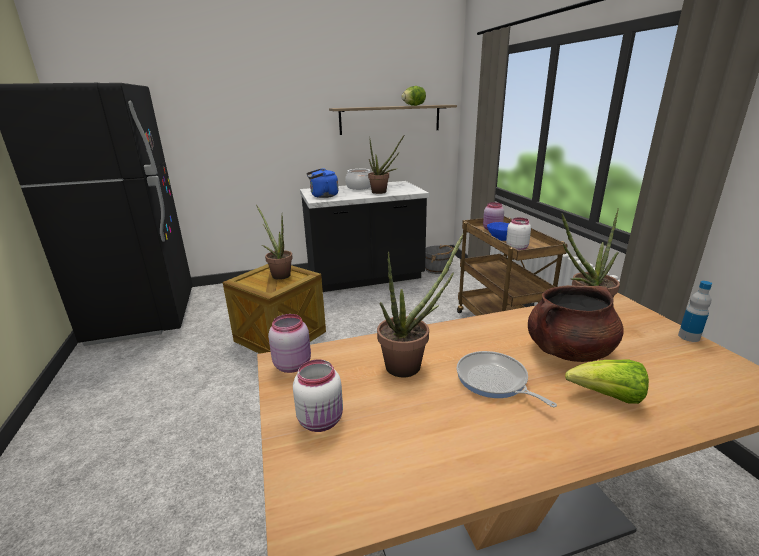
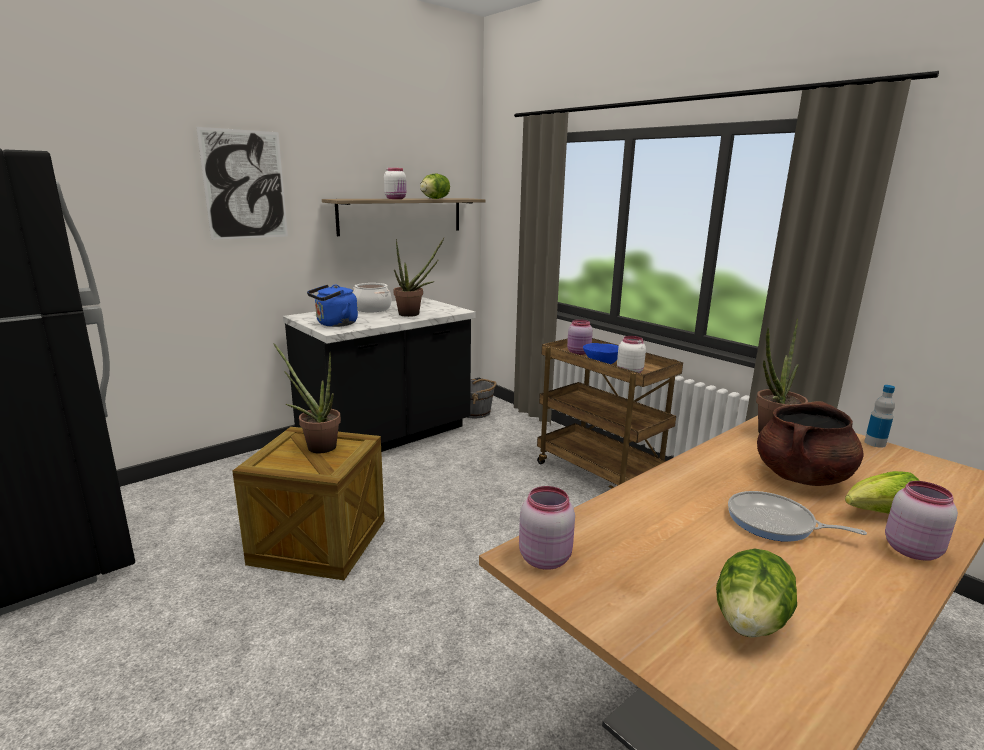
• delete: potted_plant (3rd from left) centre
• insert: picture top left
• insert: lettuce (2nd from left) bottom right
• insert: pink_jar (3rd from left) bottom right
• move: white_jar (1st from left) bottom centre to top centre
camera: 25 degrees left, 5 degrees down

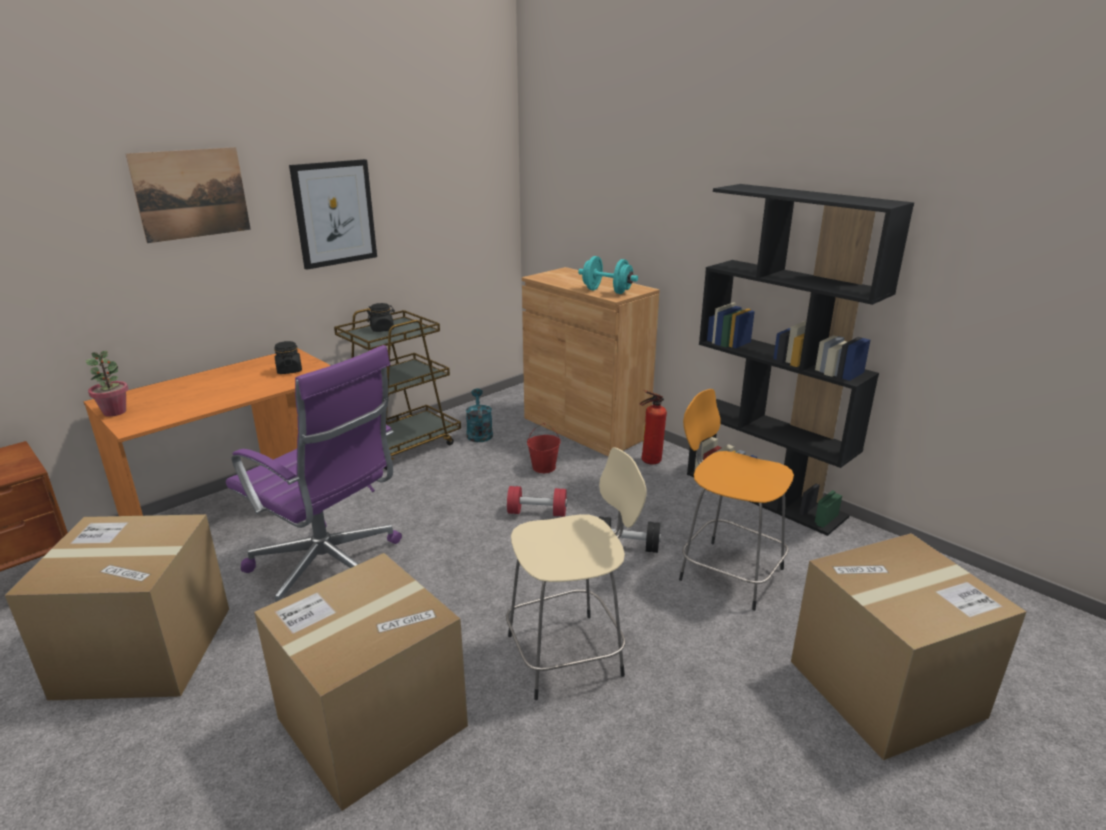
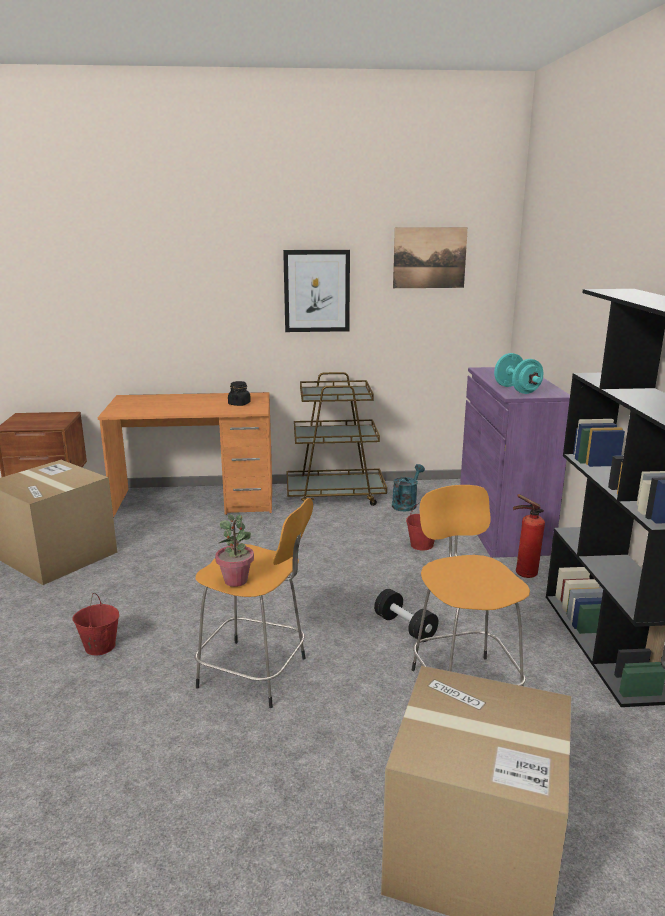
• delete: purple_office_chair middle left
• delete: black_jar (2nd from left) centre
• delete: red_dumbbell centre
• move: potted_plant middle left to centre
• move: picture (1st from left in the first image) top left to picture (2nd from left) top centre
• replace: cardboard_box (2nd from left) bottom left to red_bucket (1st from left) bottom left
• recolor: beige_stool bottom centre to orange_stool (1st from left) centre
• recolor: brown_cabinet centre to purple_cabinet middle right
camera: 40 degrees right, 5 degrees down

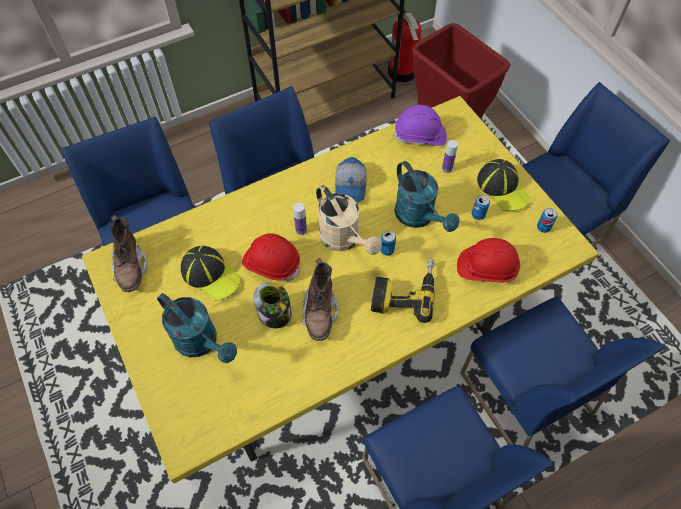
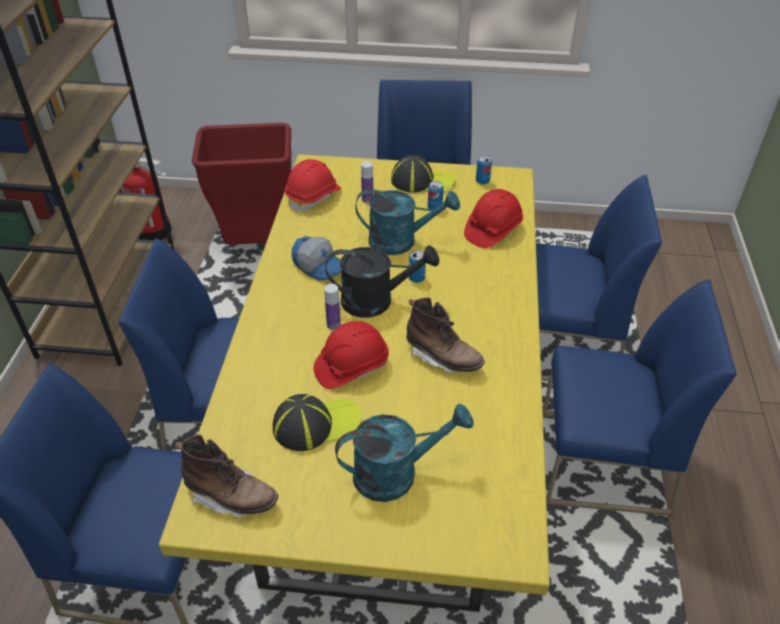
• delete: jar centre
• delete: power_drill centre
• recolor: beige_watering_can centre to black_watering_can centre
• recolor: purple_hard_hat top centre to red_hard_hat (1st from left) top centre
camera: 55 degrees left, 15 degrees down

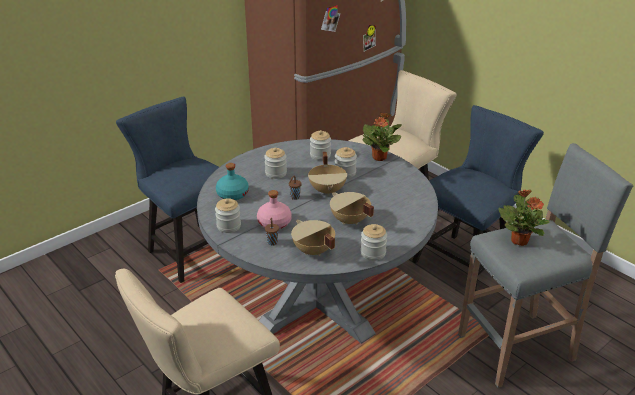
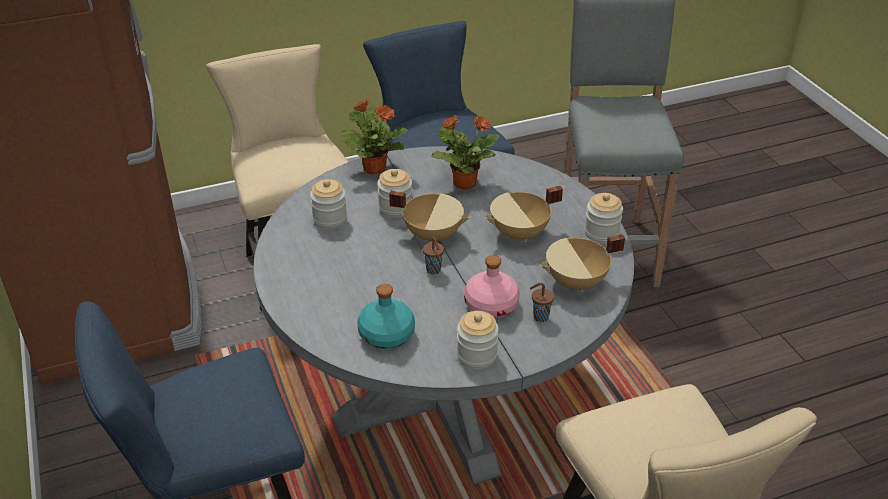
• delete: jar (2nd from left) centre
• move: potted_plant (2nd from left) middle right to top centre
camera: 70 degrees left, 5 degrees up

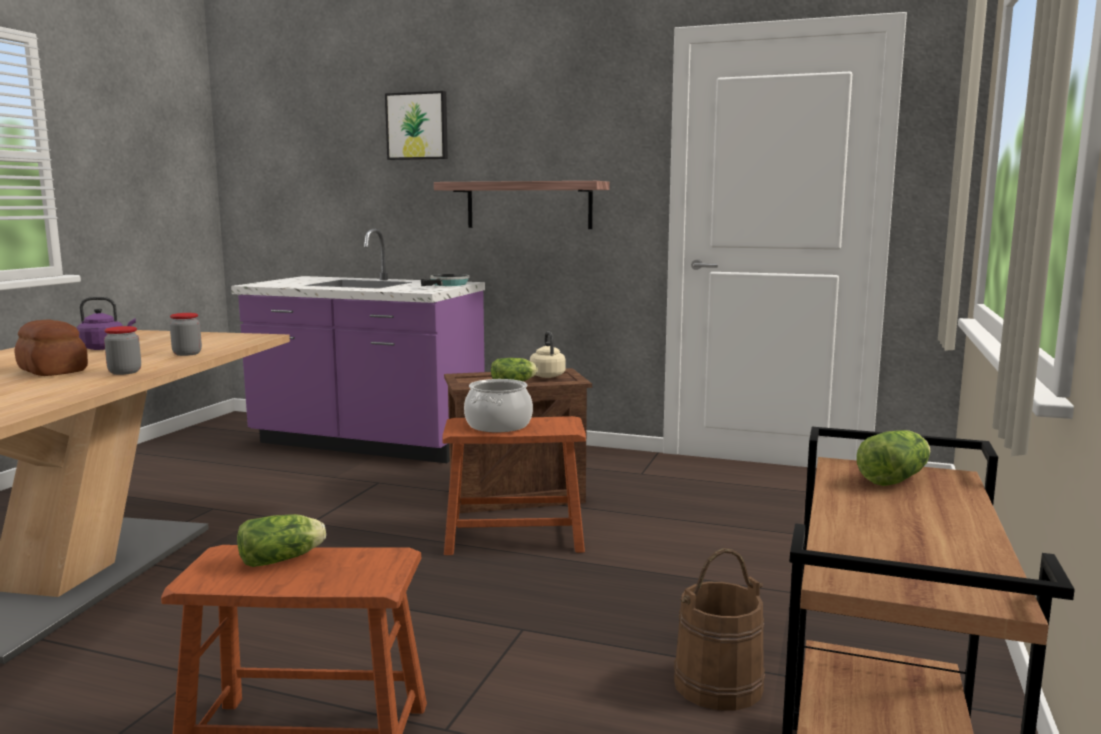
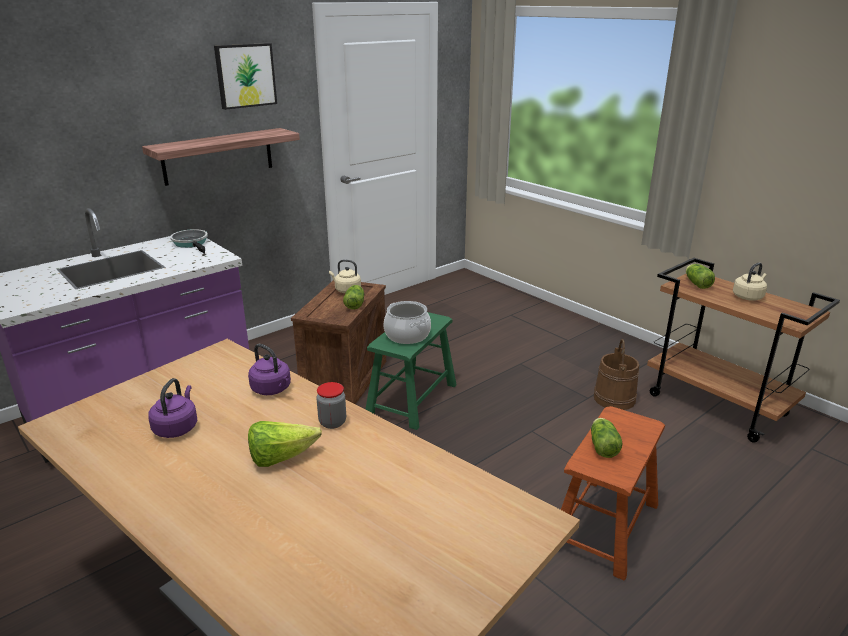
• insert: beige_kettle (2nd from left) middle right
• move: picture top centre to top left
• replace: bread middle left to lettuce (1st from left) bottom centre
• replace: jar (2nd from left) middle left to purple_kettle (2nd from left) middle left
• recolor: brown_stool (2nd from left) centre to green_stool centre
camera: 60 degrees left, 15 degrees up

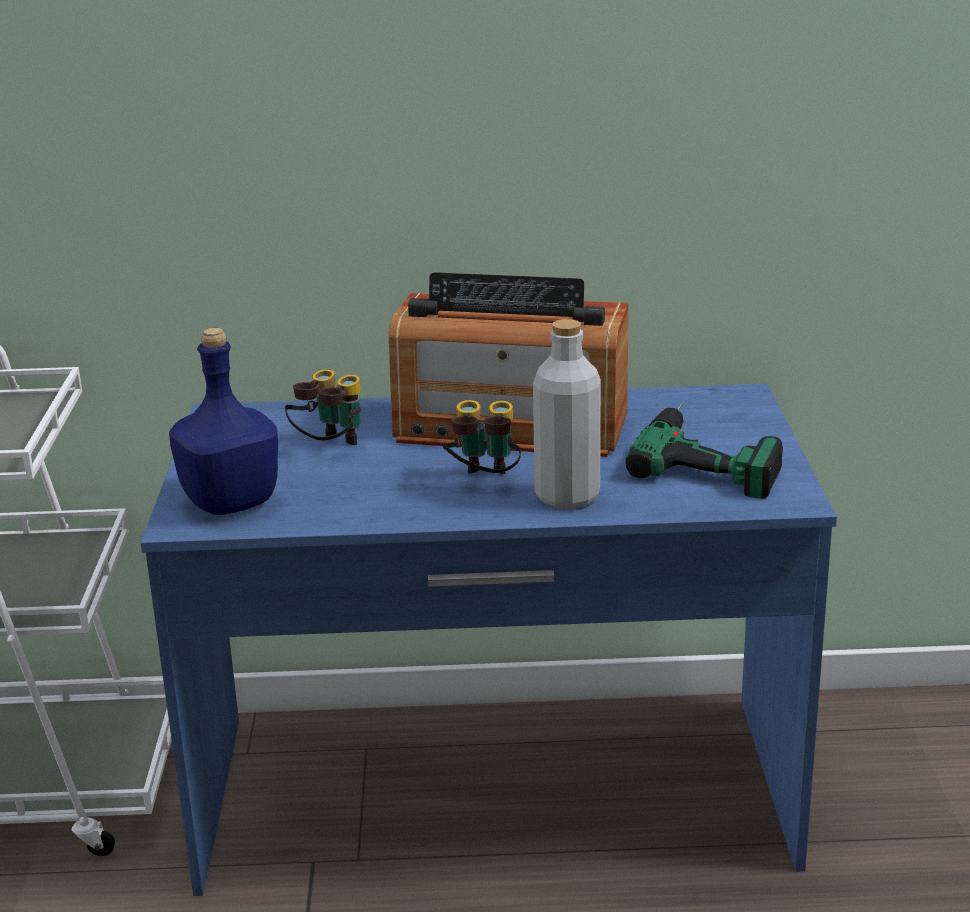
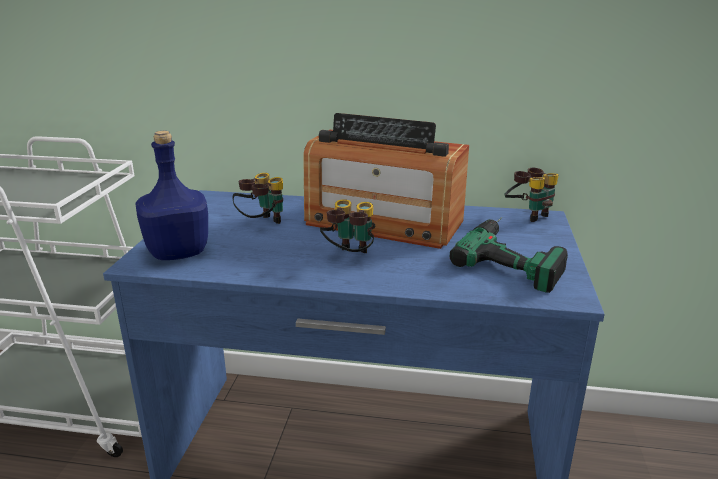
• delete: grey_bottle centre
• insert: binoculars (3rd from left) middle right
camera: 10 degrees right, 0 degrees up

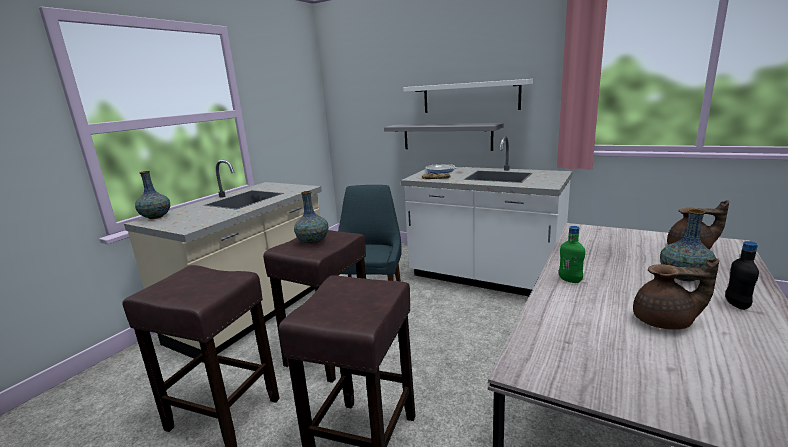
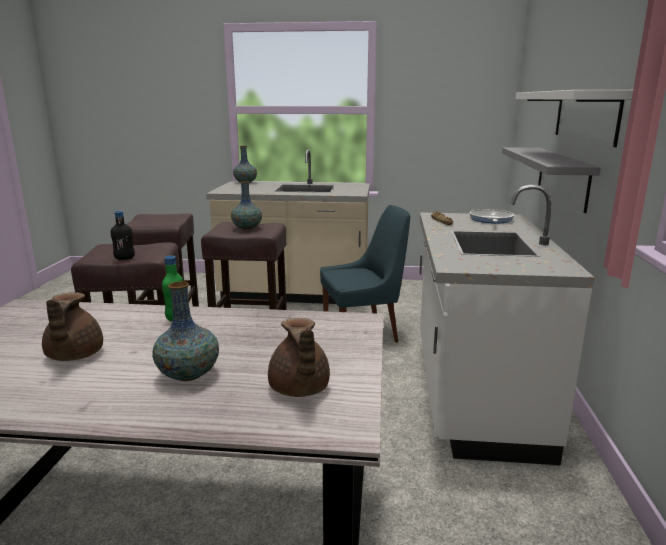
• move: black_bottle middle right to middle left
camera: 65 degrees right, 0 degrees up

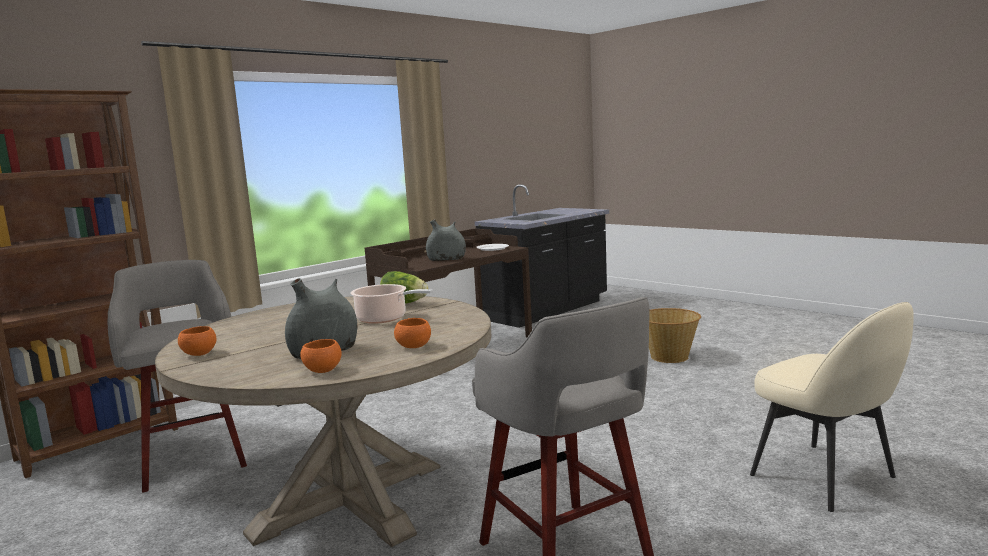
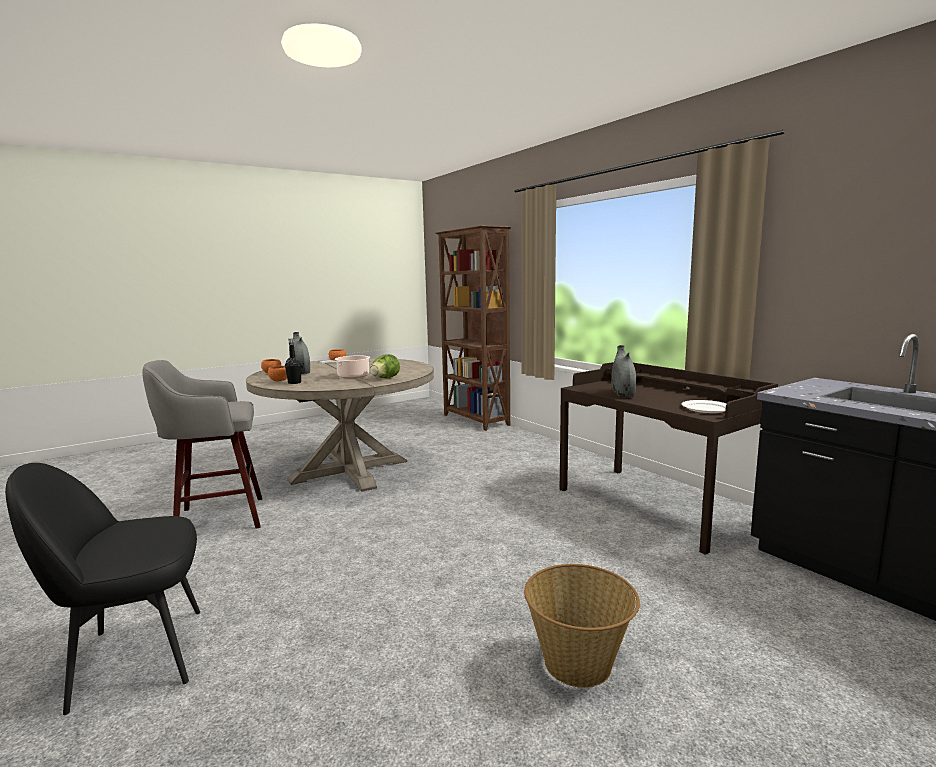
• delete: grey_stool (1st from left) bottom left
• insert: black_bottle middle left
• recolor: beige_chair bottom right to black_chair bottom left
camera: 100 degrees right, 0 degrees up

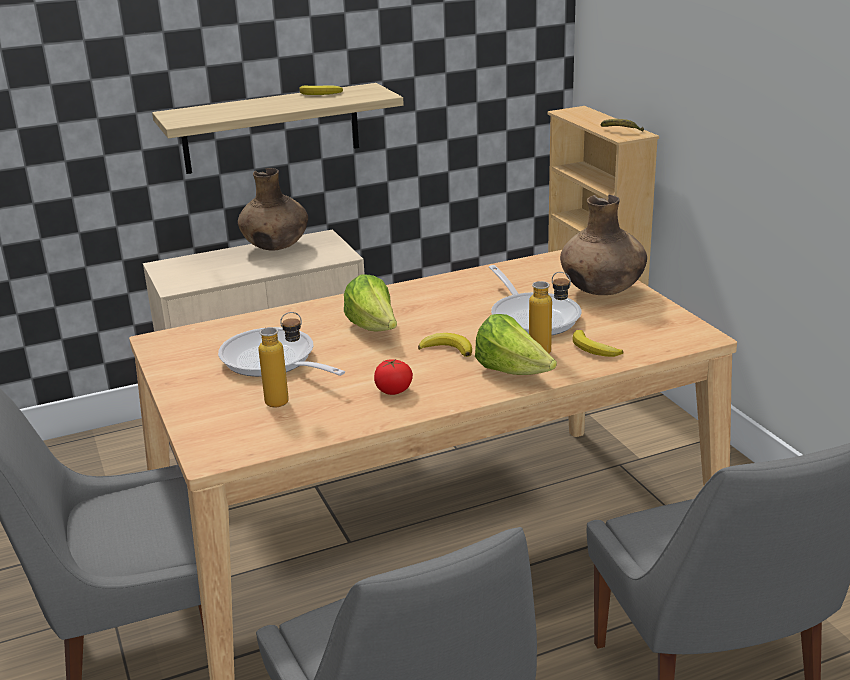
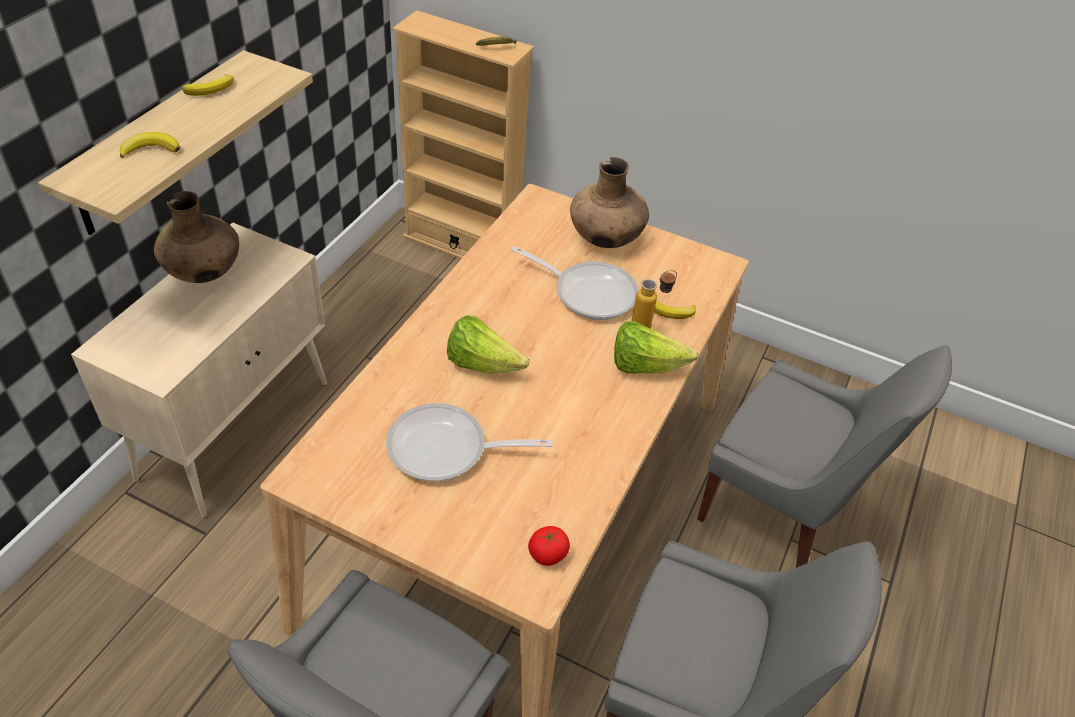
• delete: bottle (1st from left) middle left
• move: tomato centre to bottom centre
• move: banana (2nd from left in the first image) centre to banana (1st from left) top left
camera: 45 degrees left, 20 degrees up

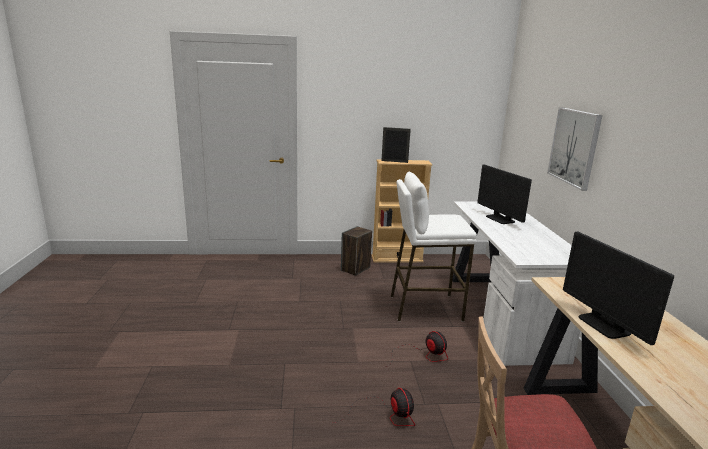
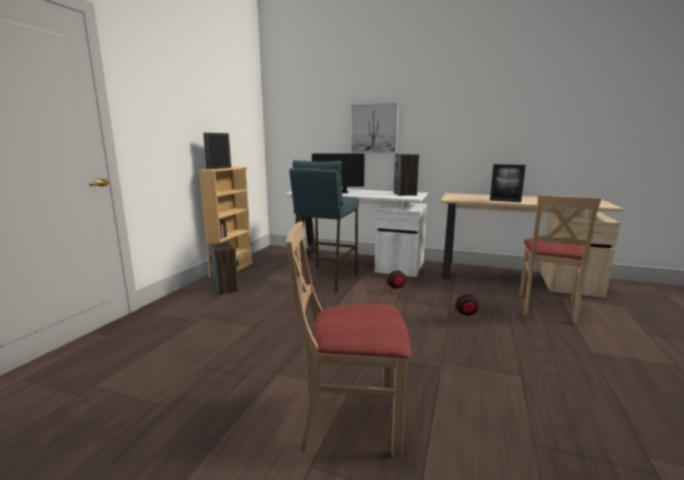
• insert: beige_chair (1st from left) bottom centre
• insert: speaker (2nd from left) centre
• replace: monitor (2nd from left) middle right to picture_frame (2nd from left) middle right
• recolor: white_stool centre to blue_stool centre
camera: 65 degrees left, 5 degrees down

